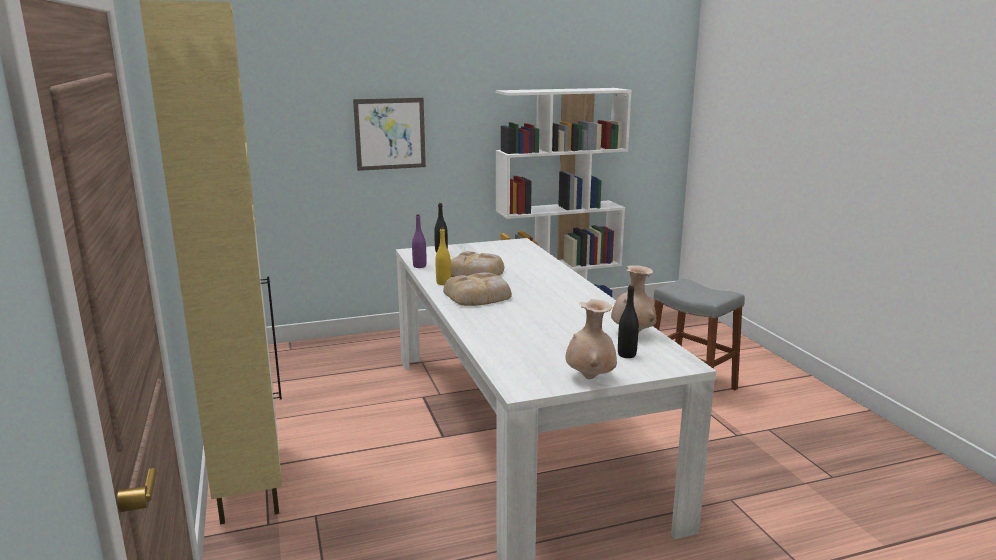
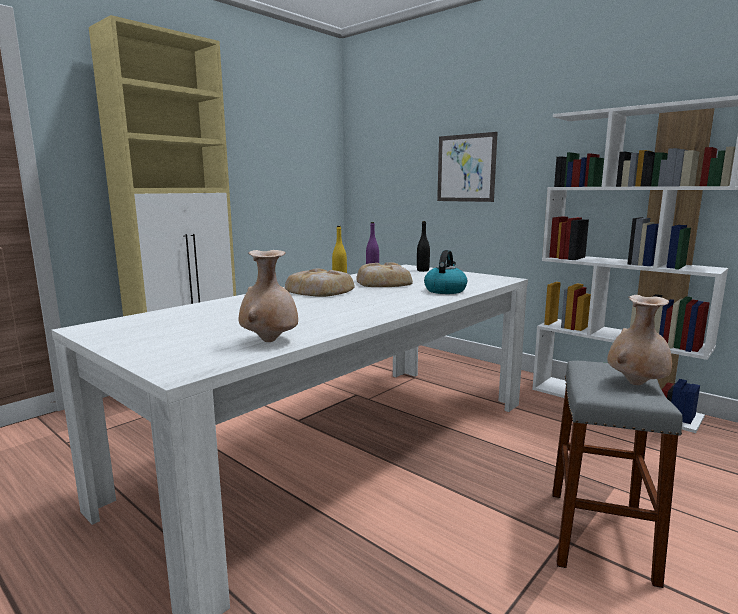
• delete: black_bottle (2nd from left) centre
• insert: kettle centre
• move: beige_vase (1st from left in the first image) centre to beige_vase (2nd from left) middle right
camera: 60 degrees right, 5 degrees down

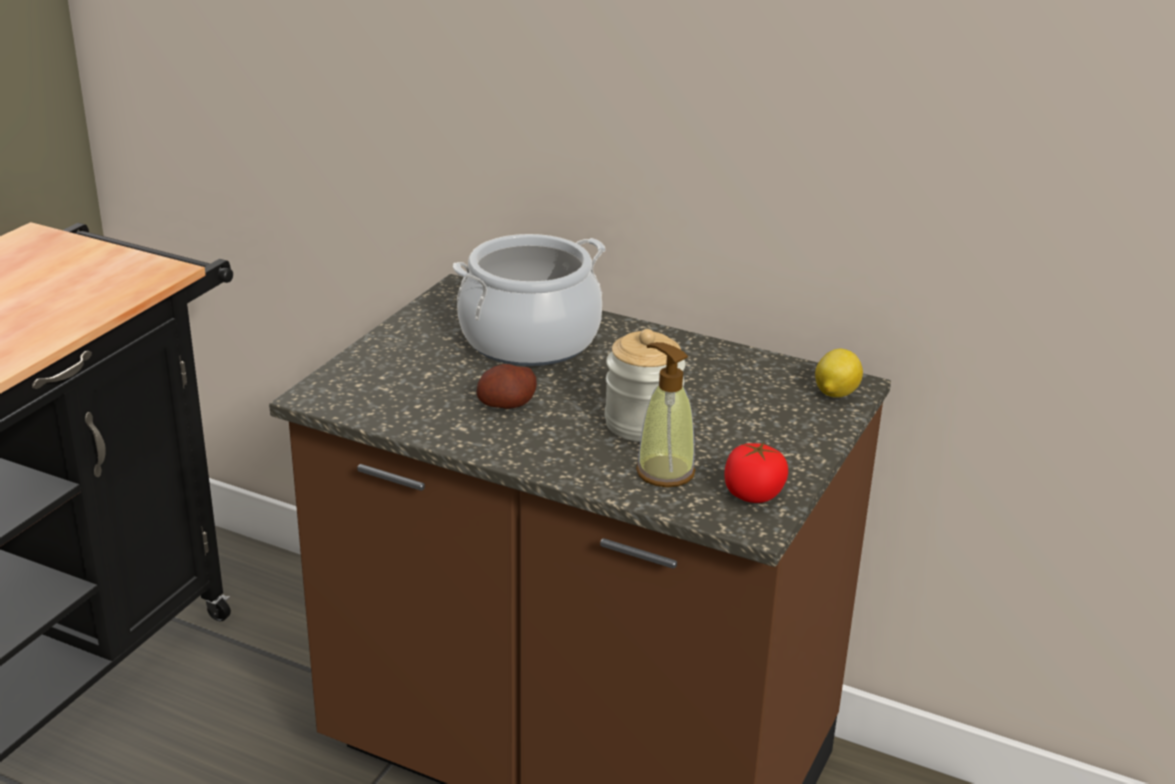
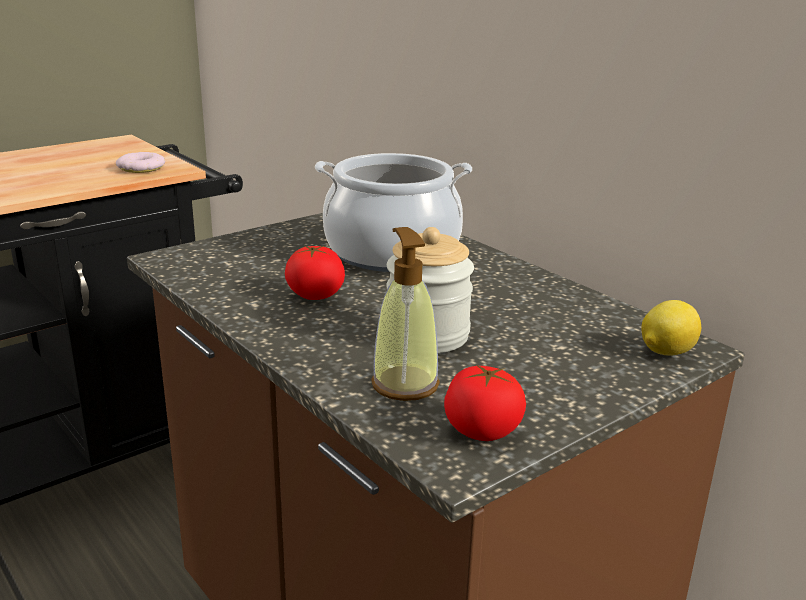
• insert: donut top left
• replace: potato centre to tomato (1st from left) centre
camera: 25 degrees right, 5 degrees down

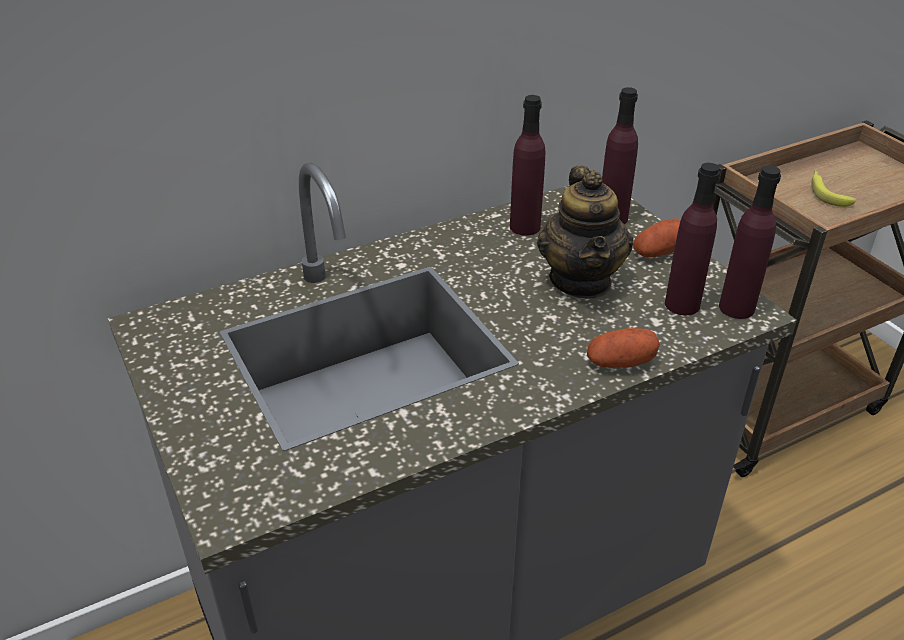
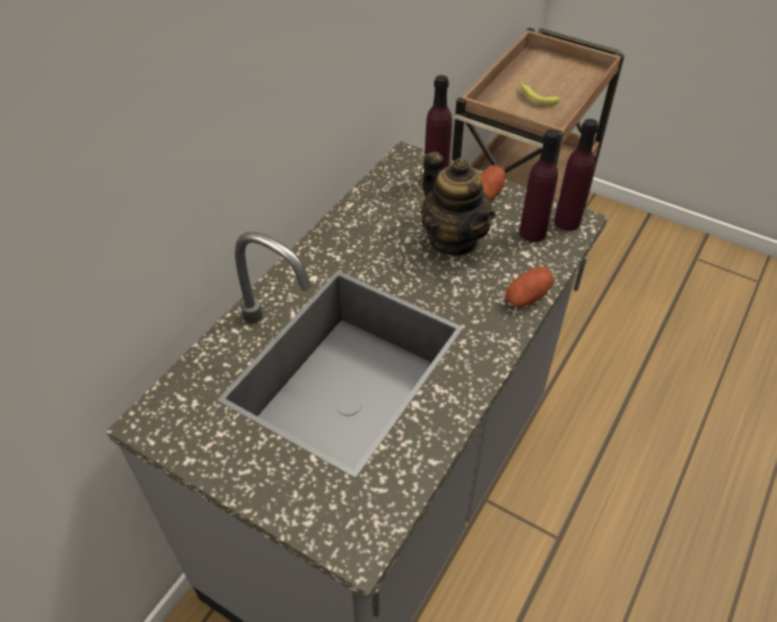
• delete: purple_bottle (1st from left) top centre
camera: 30 degrees left, 10 degrees up

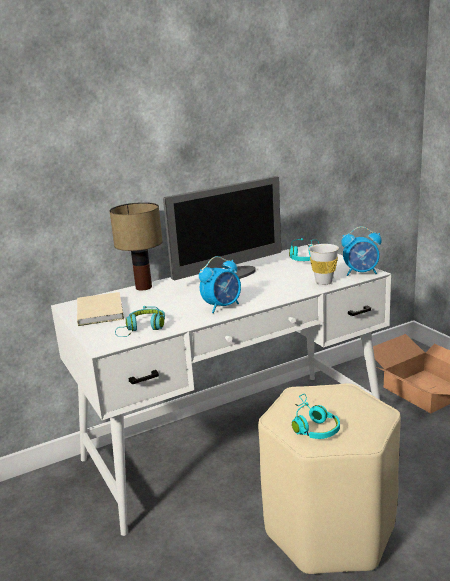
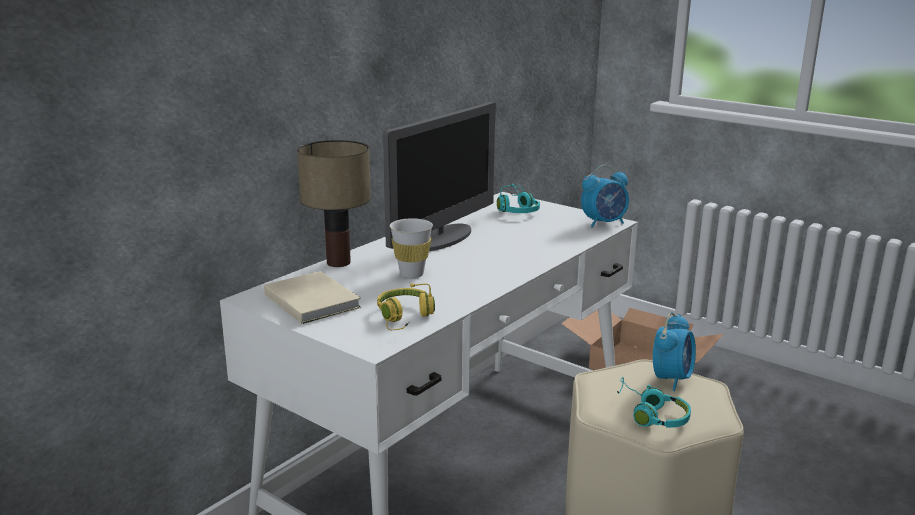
• move: alarm_clock (1st from left in the first image) centre to alarm_clock (2nd from left) bottom right
• move: white_cup middle right to centre
• recolor: turquoise_headphones (1st from left) middle left to yellow_headphones centre
camera: 25 degrees left, 0 degrees up

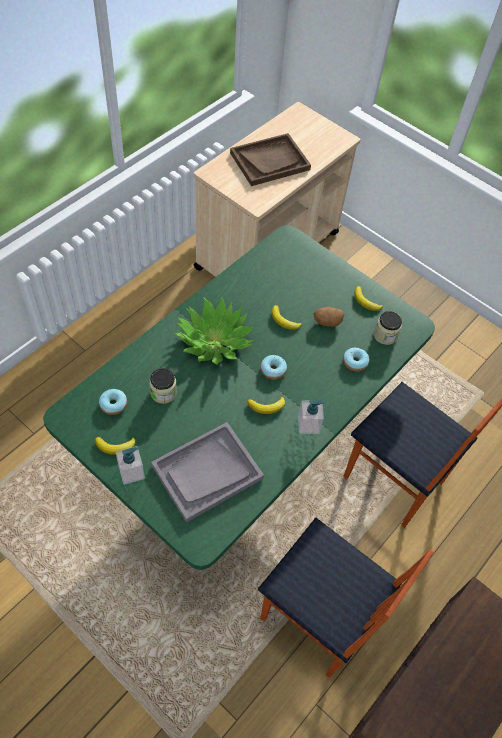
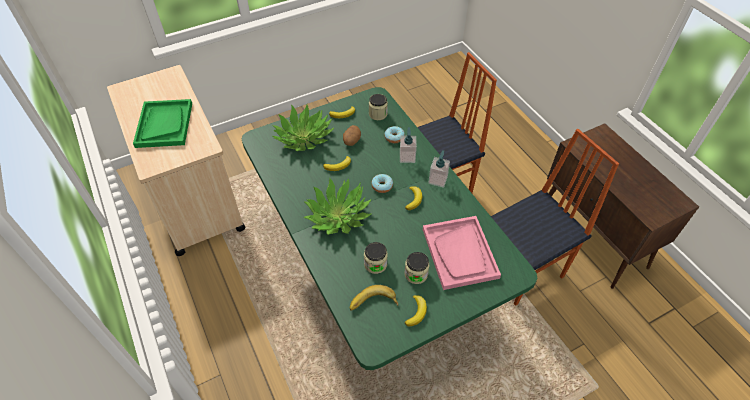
• insert: potted_plant (1st from left) top centre
• insert: jar (3rd from left) bottom centre
• move: soap_dispenser (1st from left) middle left to centre
• replace: donut (1st from left) middle left to banana (3rd from left) bottom centre
• recolor: grey_tray centre to pink_tray centre
• recolor: brown_tray top centre to green_tray top left
camera: 65 degrees left, 5 degrees down

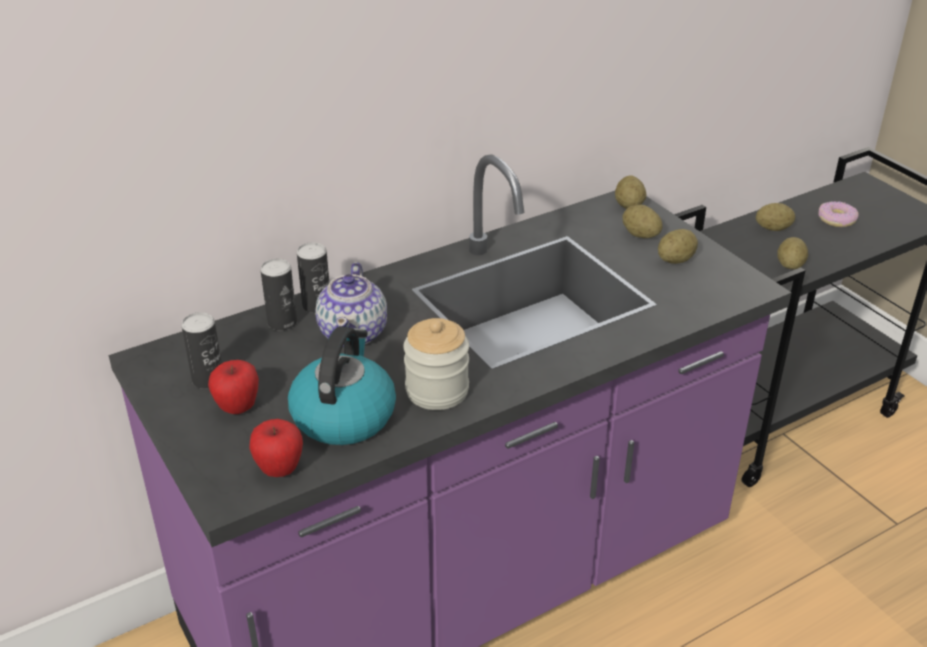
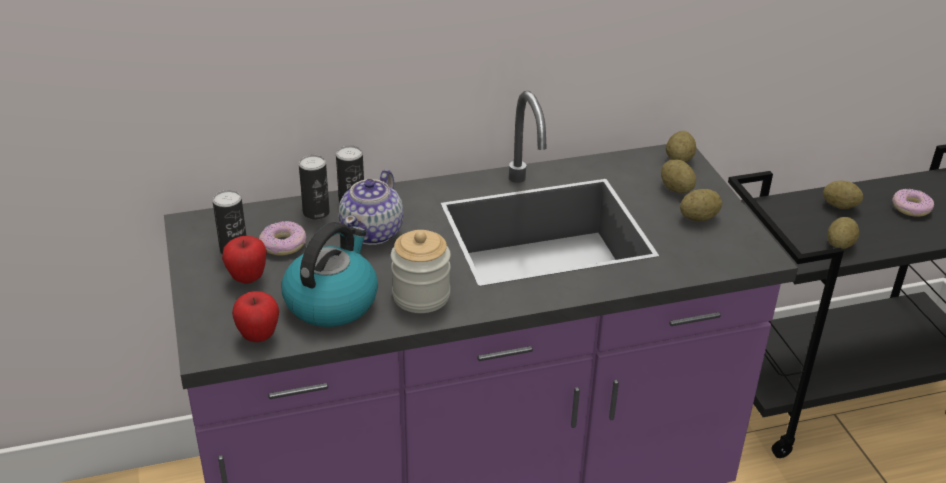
• insert: donut (1st from left) middle left
camera: 15 degrees right, 0 degrees up

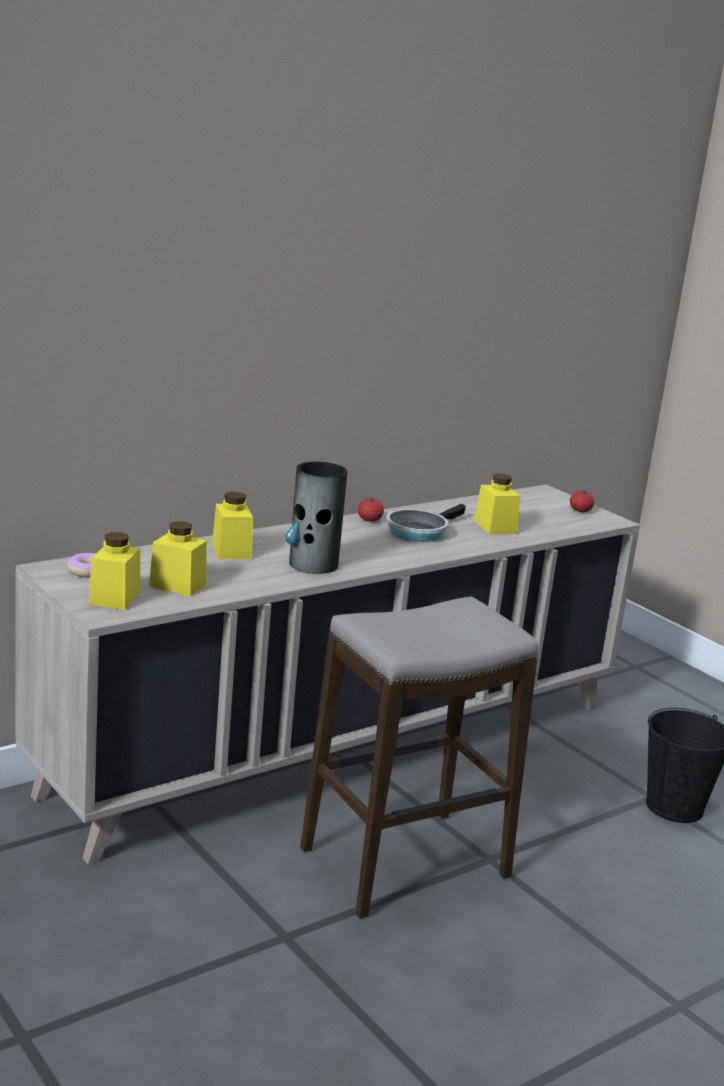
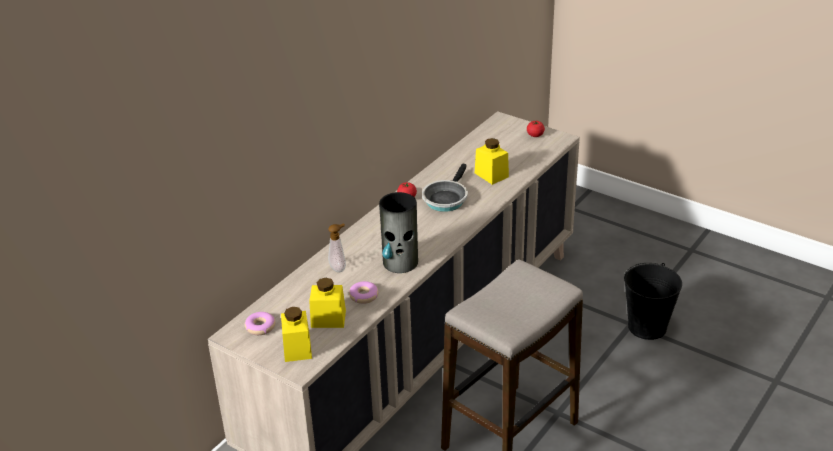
• insert: donut (2nd from left) centre
• replace: yellow_jar (3rd from left) middle left to soap_dispenser centre
camera: 15 degrees left, 15 degrees up

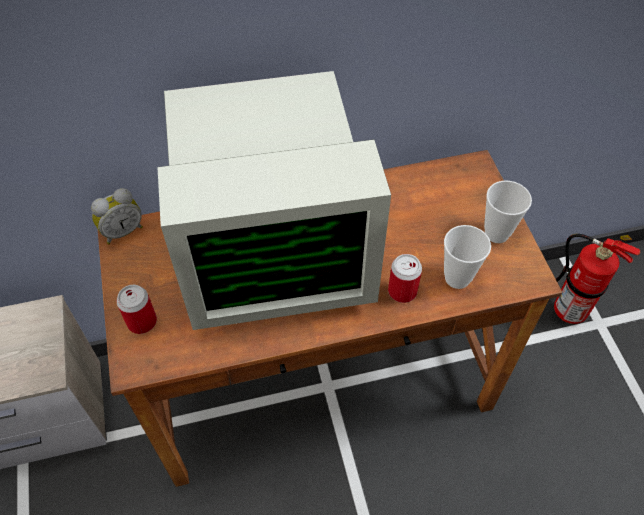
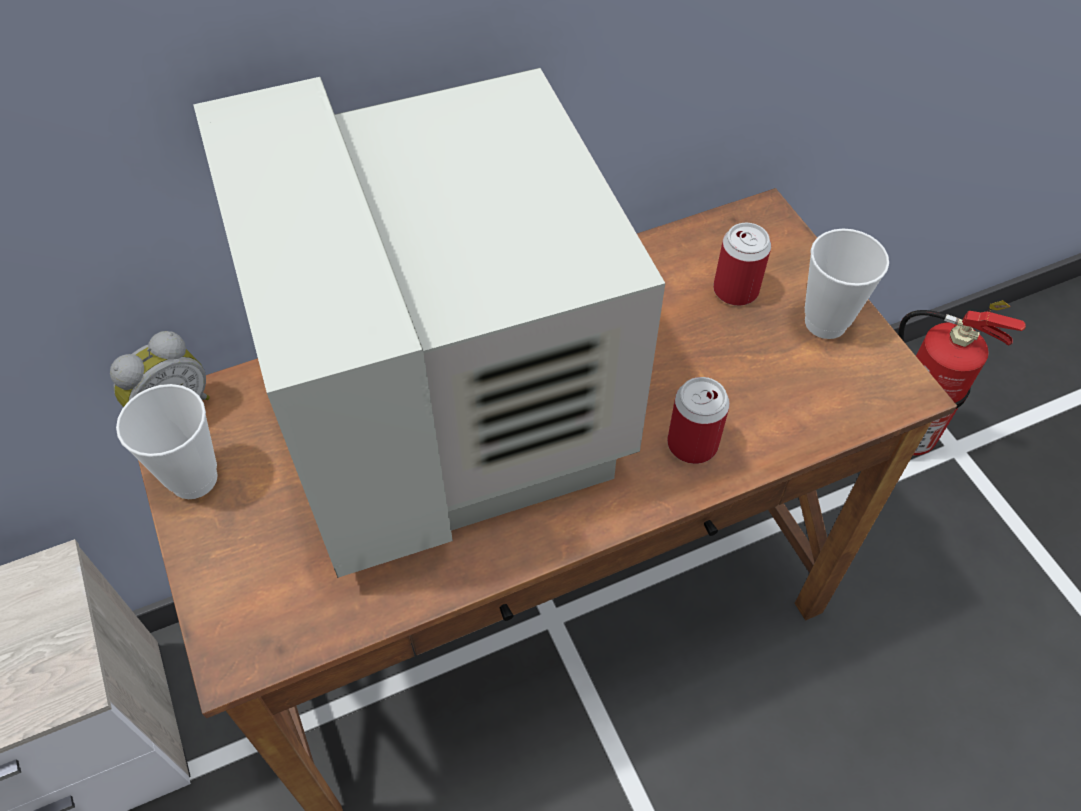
• move: can (1st from left in the first image) middle left to can (2nd from left) top right
• move: cup (1st from left) middle right to middle left
• rotate: monitor centre = centre 90 degrees clockwise
camera: 10 degrees left, 0 degrees up

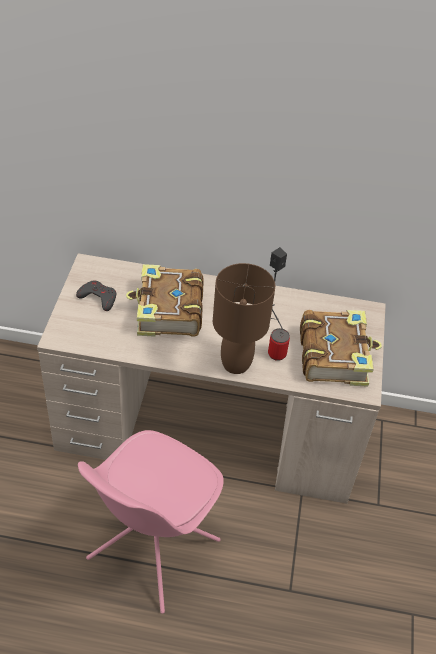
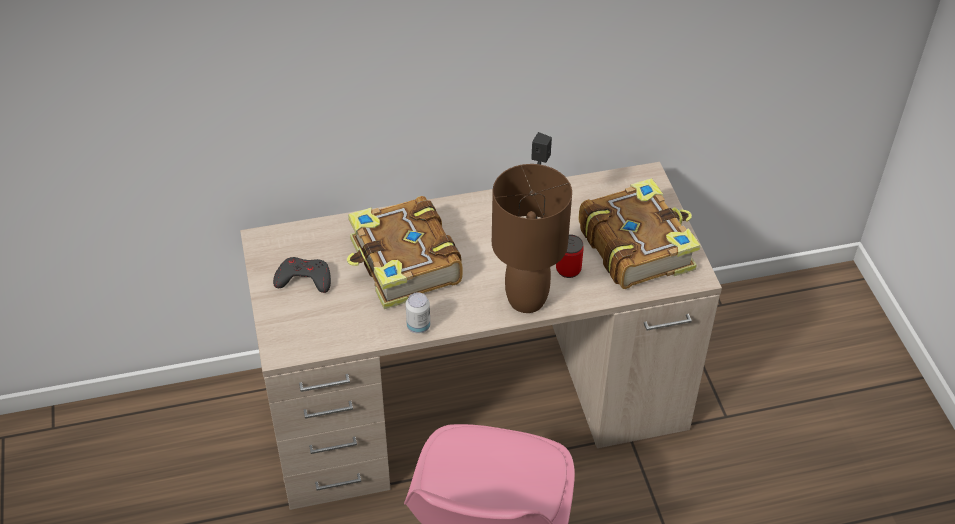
• insert: can (1st from left) centre
camera: 20 degrees left, 0 degrees up

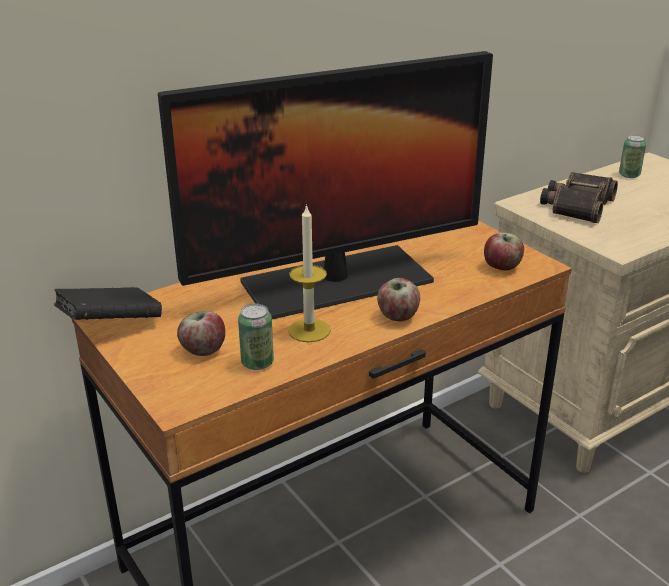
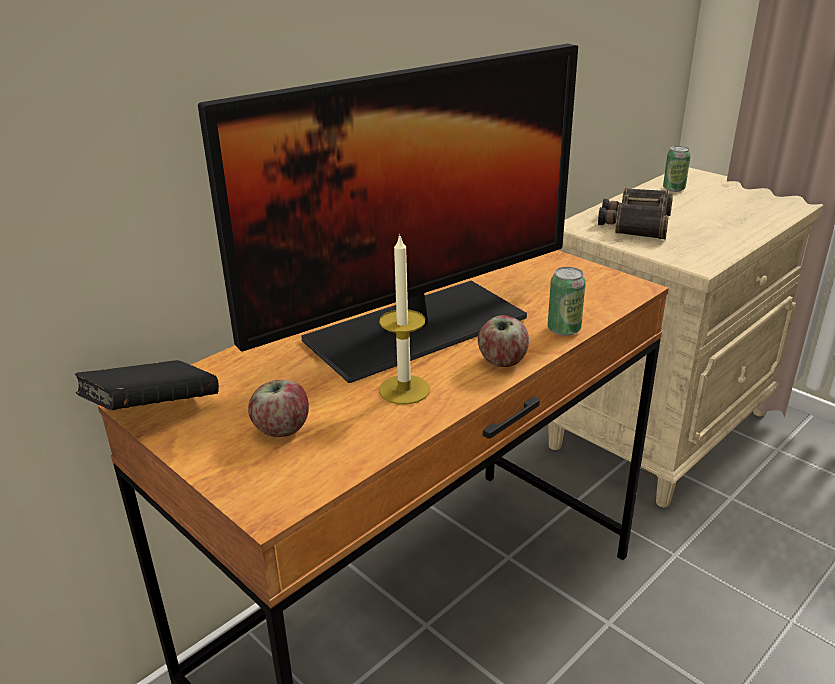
• delete: apple (3rd from left) middle right
• move: can (1st from left) centre to middle right
camera: 10 degrees left, 0 degrees up

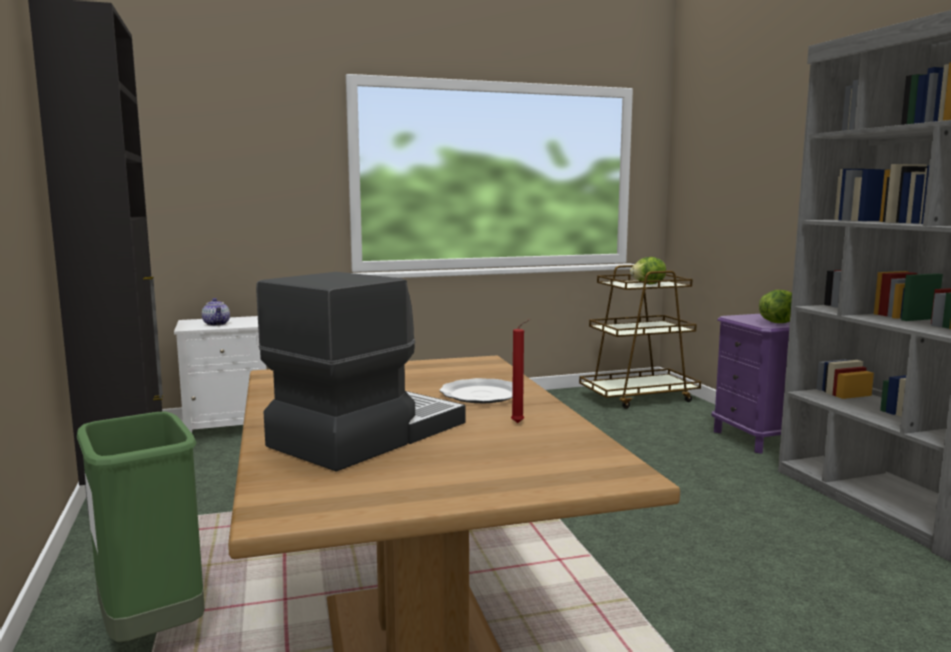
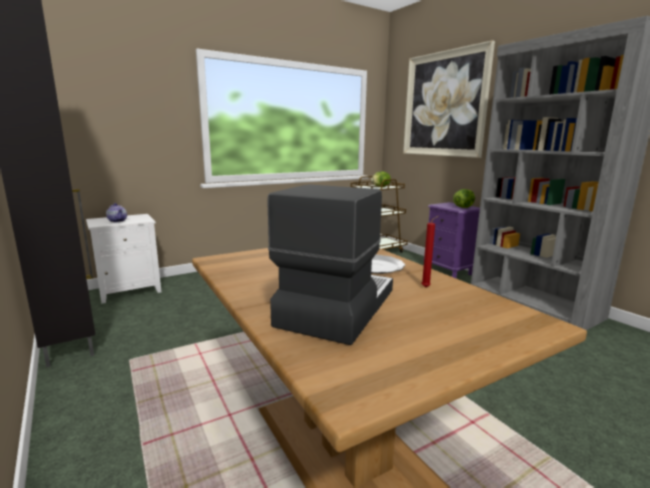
• delete: green_trash_can bottom left
• insert: picture top right
camera: 15 degrees left, 5 degrees up

